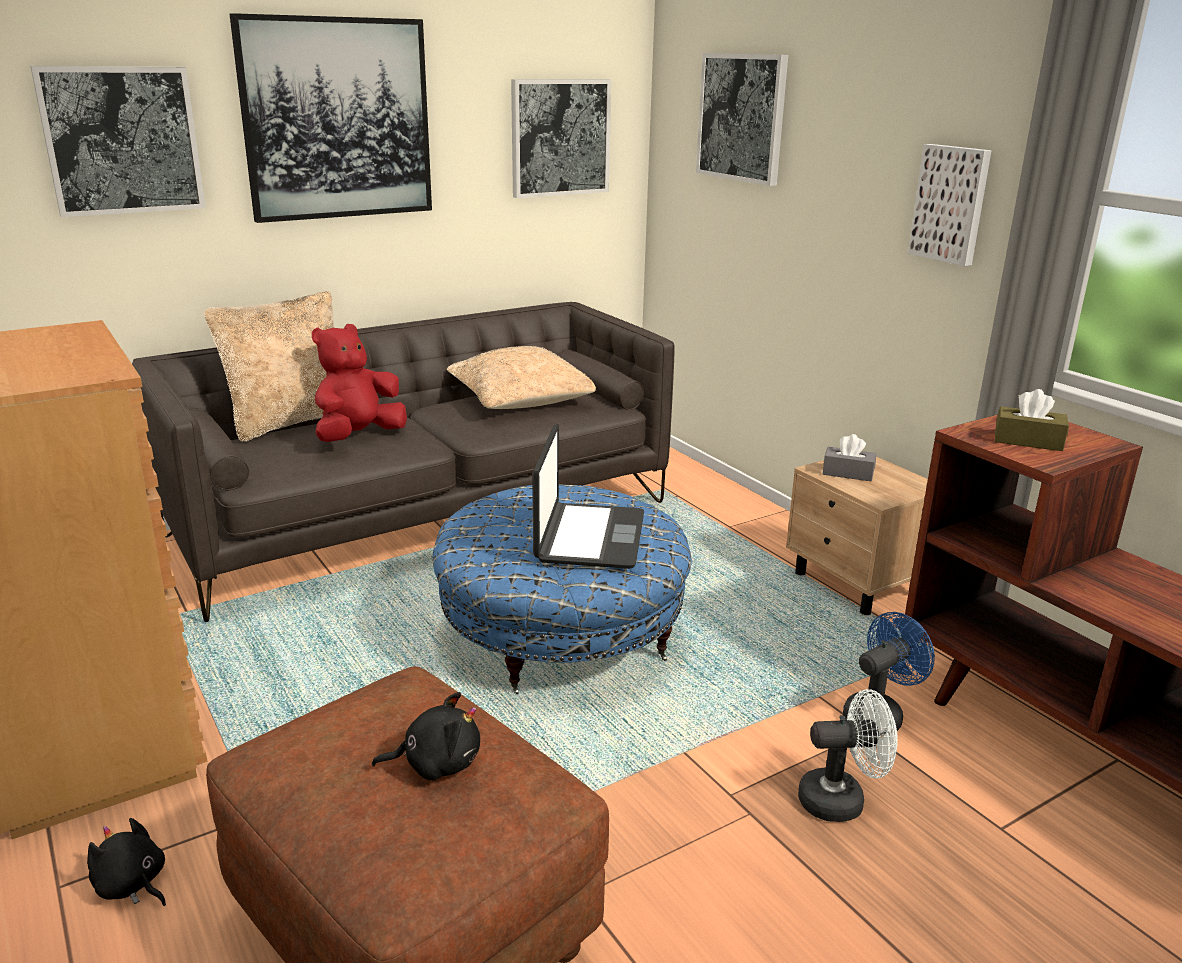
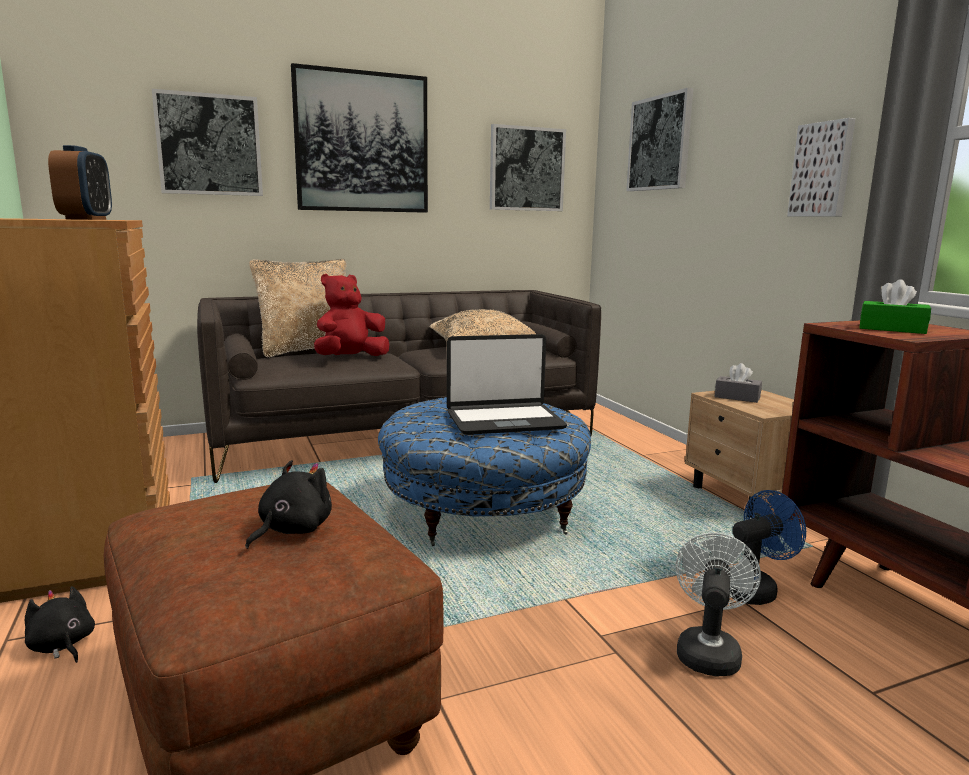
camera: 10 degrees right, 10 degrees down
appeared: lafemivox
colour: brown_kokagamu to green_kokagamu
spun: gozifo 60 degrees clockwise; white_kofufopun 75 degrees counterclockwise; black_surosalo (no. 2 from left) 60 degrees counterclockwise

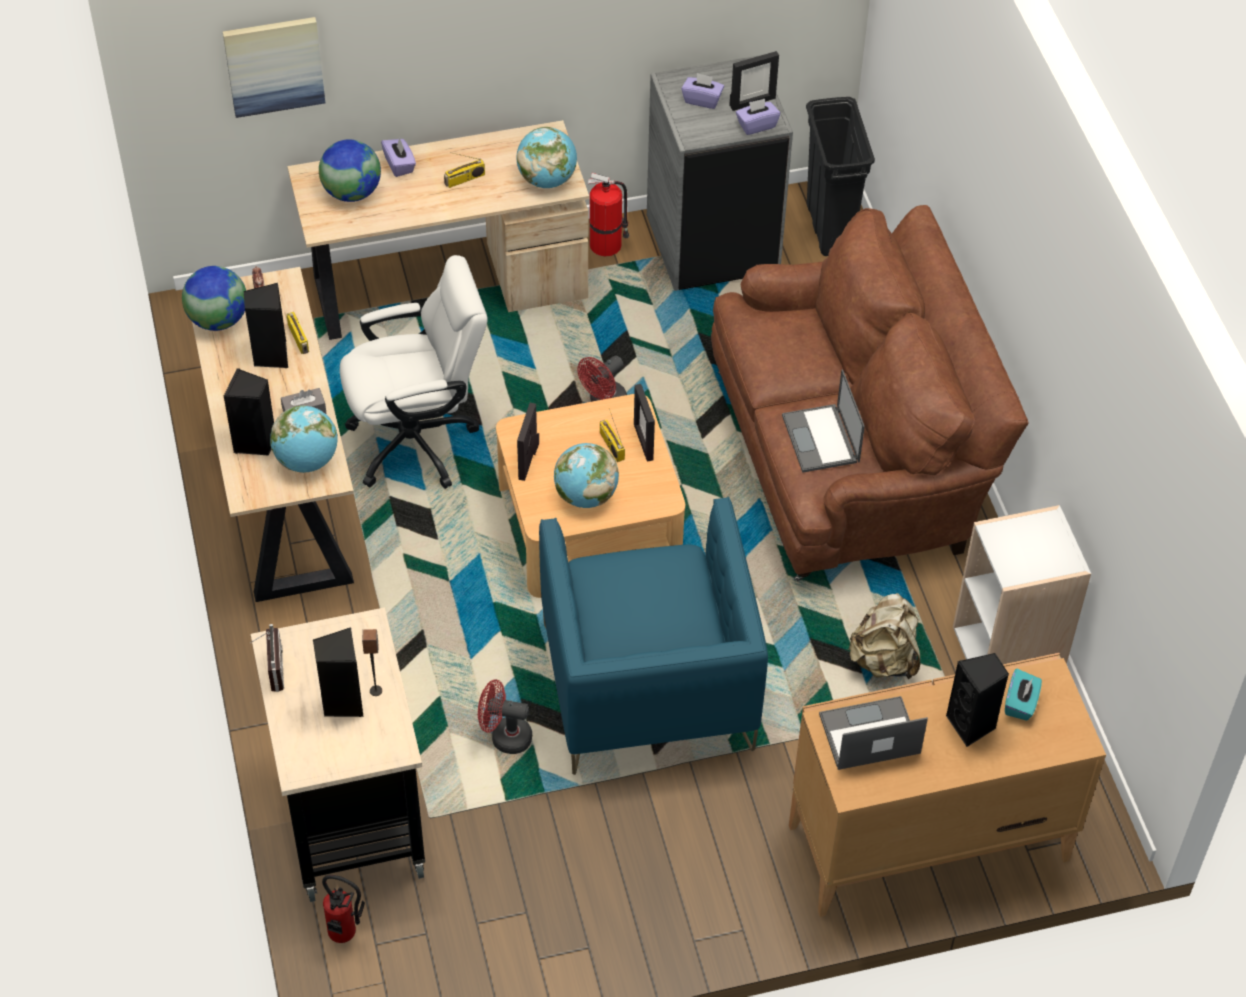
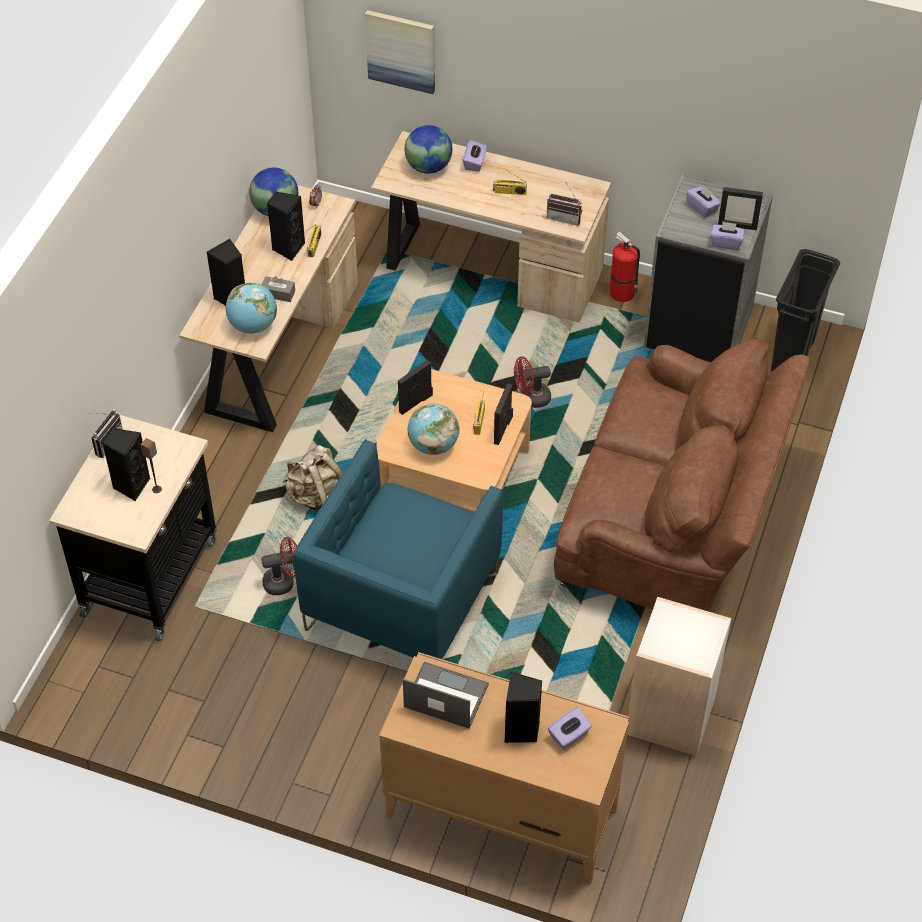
camera: 35 degrees right, 0 degrees up
missing: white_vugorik; gozifo (no. 1 from left); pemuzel (no. 1 from left)
relocated: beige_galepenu
exchanged: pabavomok (no. 4 from left) to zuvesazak (no. 5 from left)
colour: turquoise_kokagamu to purple_kokagamu (no. 2 from left)
spun: red_kofufopun (no. 1 from left) 120 degrees clockwise

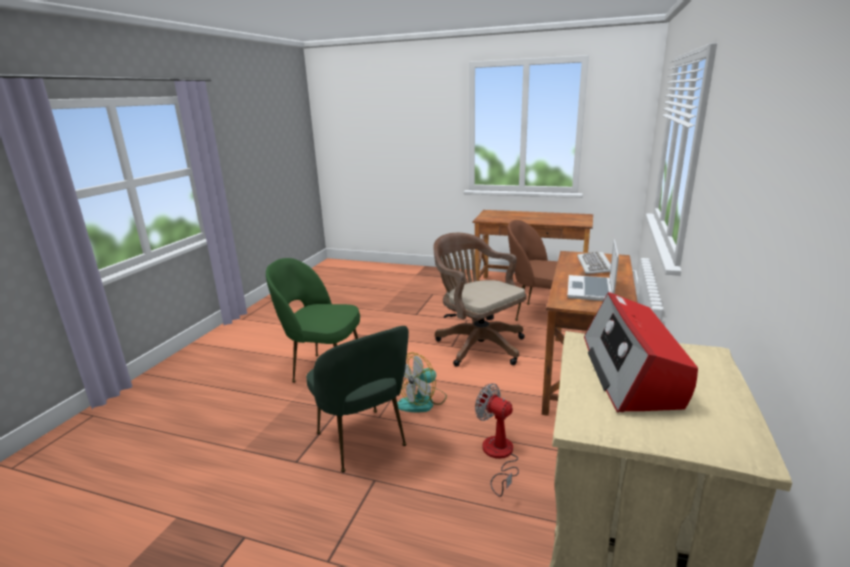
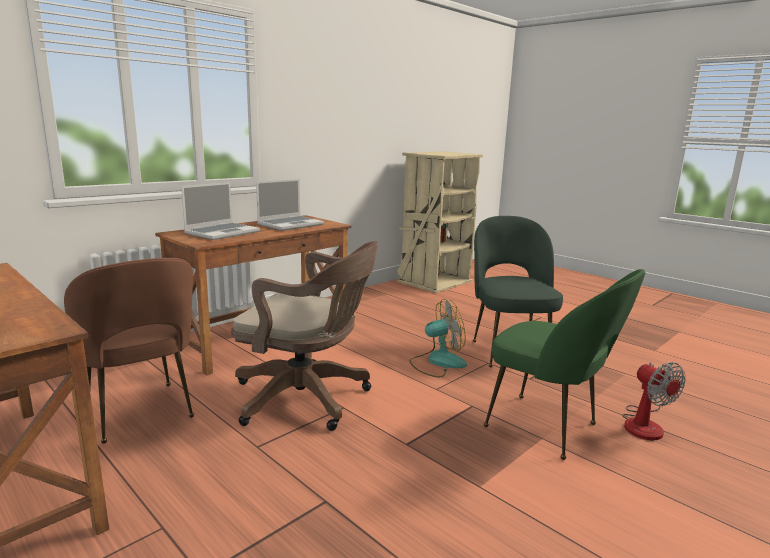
camera: 155 degrees left, 5 degrees down
missing: zuvesazak
relocated: kofufopun (no. 2 from left)
exchanged: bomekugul to gozifo (no. 1 from left)
spun: brown_vugorik 60 degrees counterclockwise

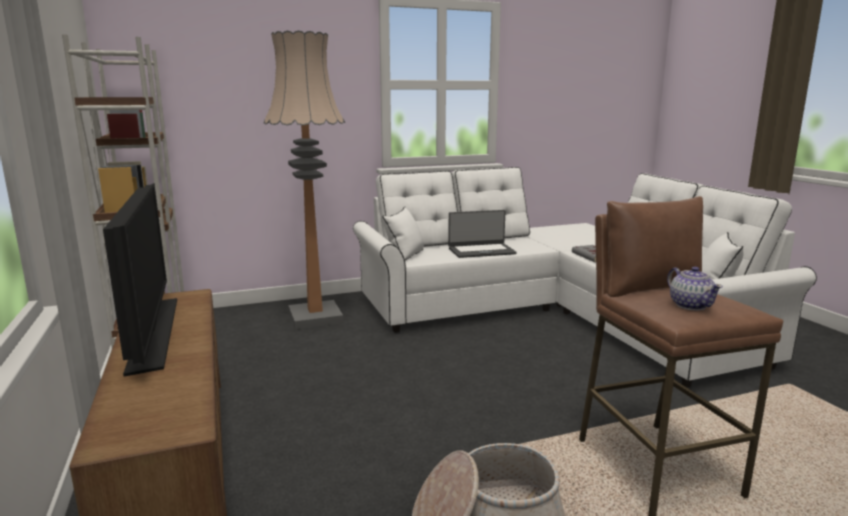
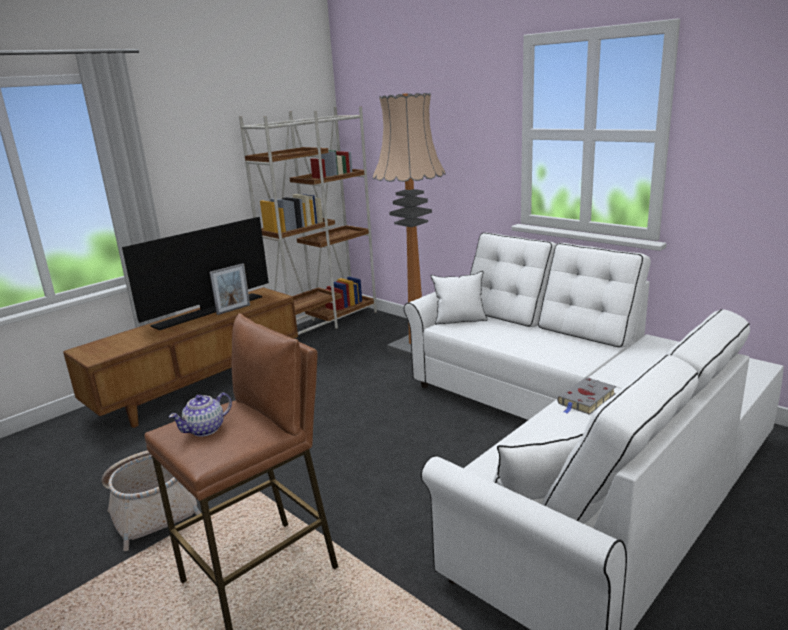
camera: 65 degrees right, 5 degrees up
missing: gozifo
appeared: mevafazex

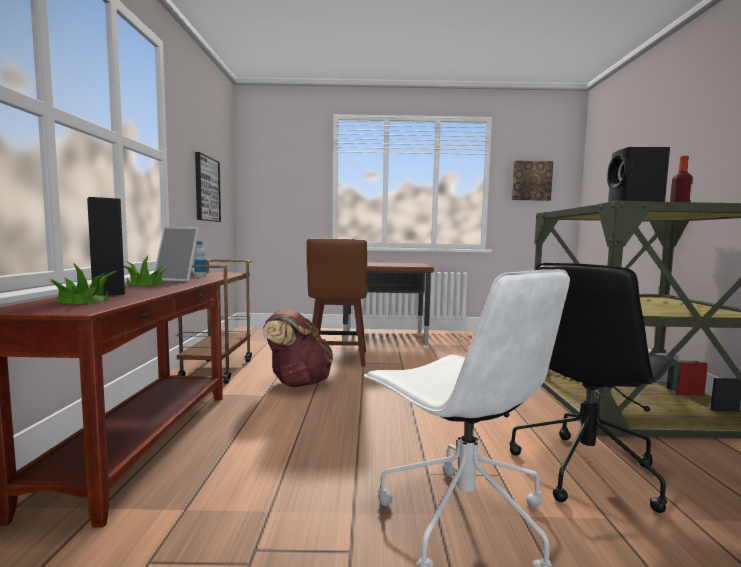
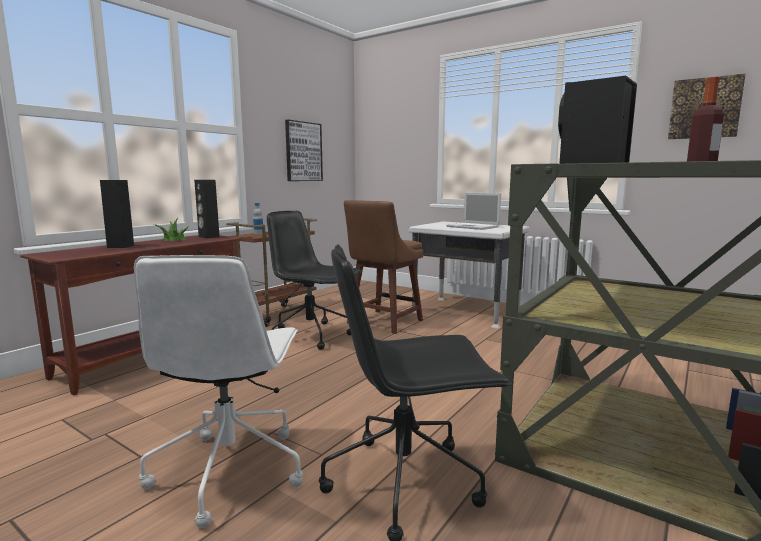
camera: 35 degrees right, 5 degrees up
missing: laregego (no. 1 from left)
appeared: gozifo
exchanged: mevafazex to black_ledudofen (no. 2 from left); brown_galepenu to black_vugorik (no. 1 from left)
colour: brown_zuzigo to white_zuzigo

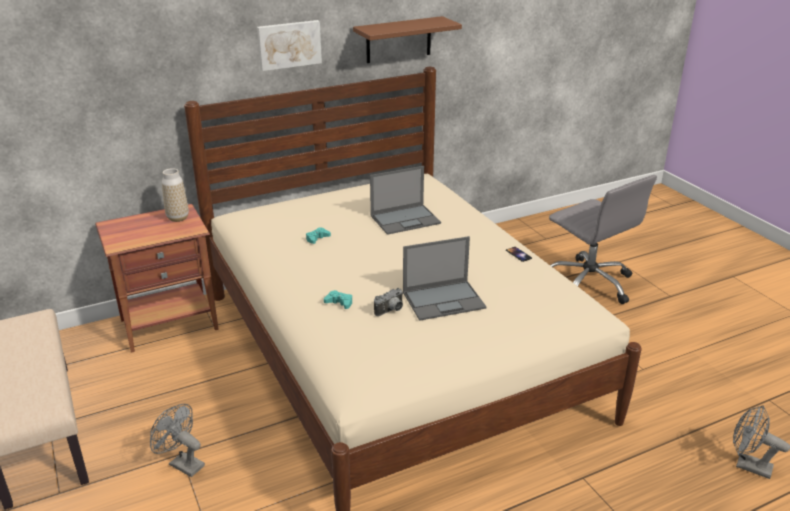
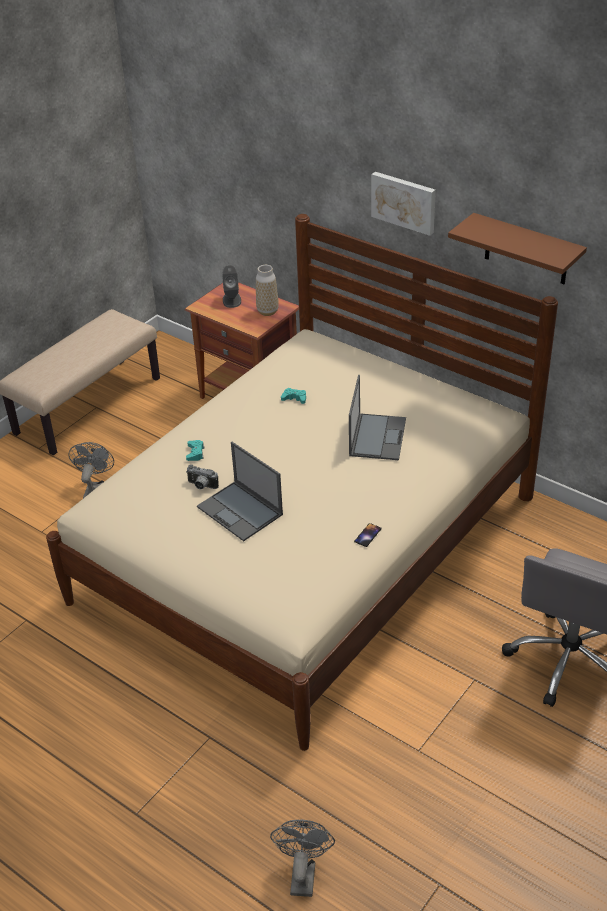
camera: 65 degrees right, 10 degrees up
appeared: grey_ledudofen
spun: gozifo (no. 1 from left in the first image) 120 degrees counterclockwise

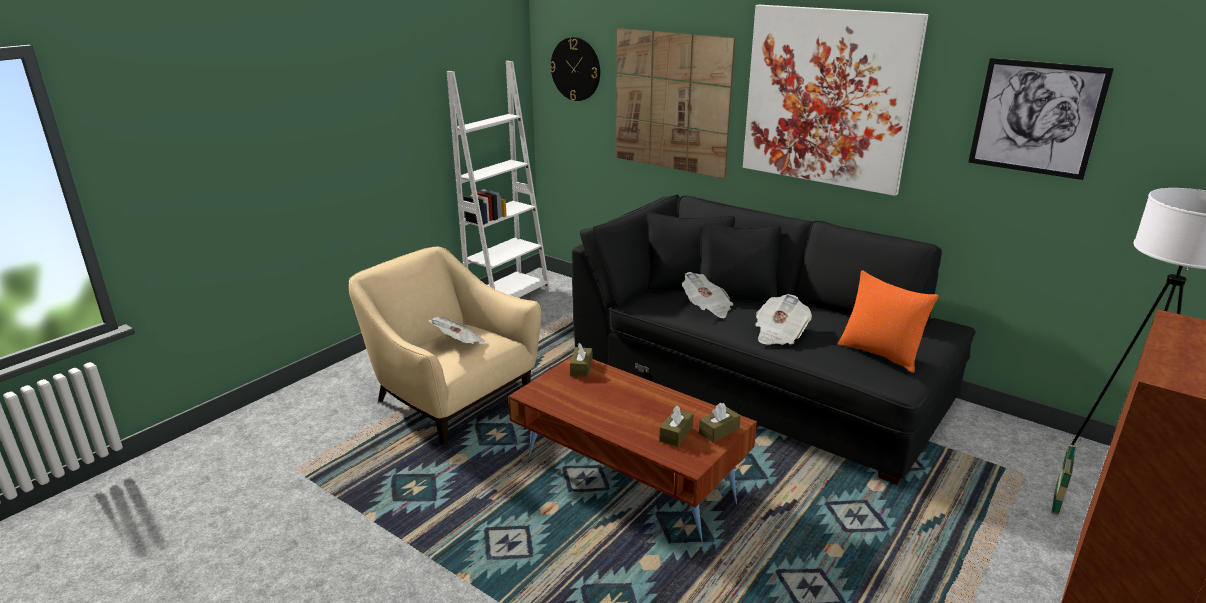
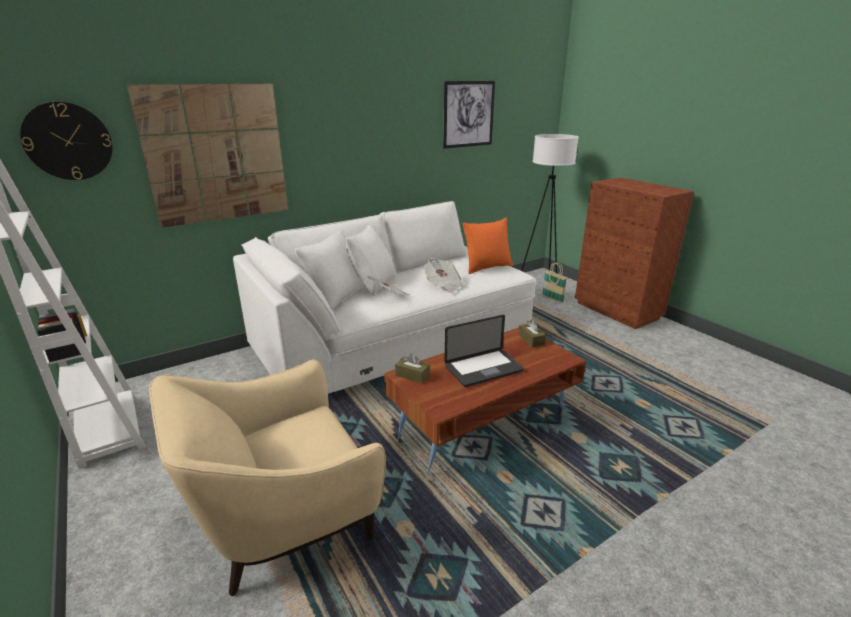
camera: 70 degrees left, 0 degrees up
missing: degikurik (no. 2 from left); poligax (no. 1 from left); brown_kokagamu (no. 2 from left)
appeared: gozifo
colour: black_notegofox to white_notegofox

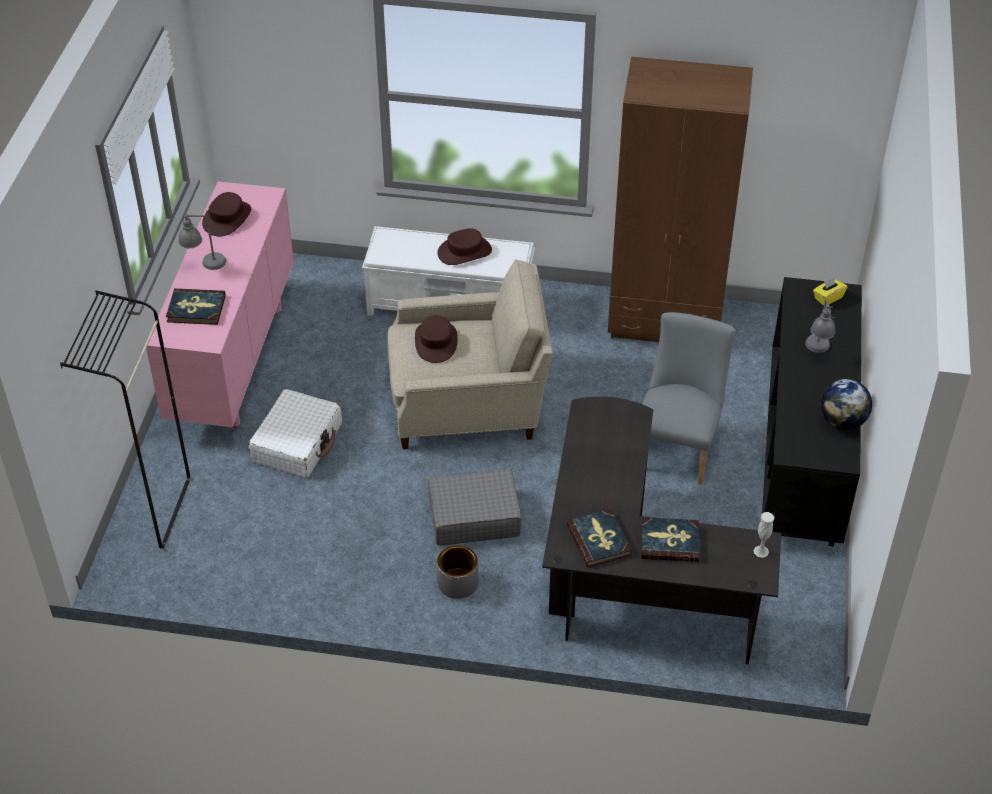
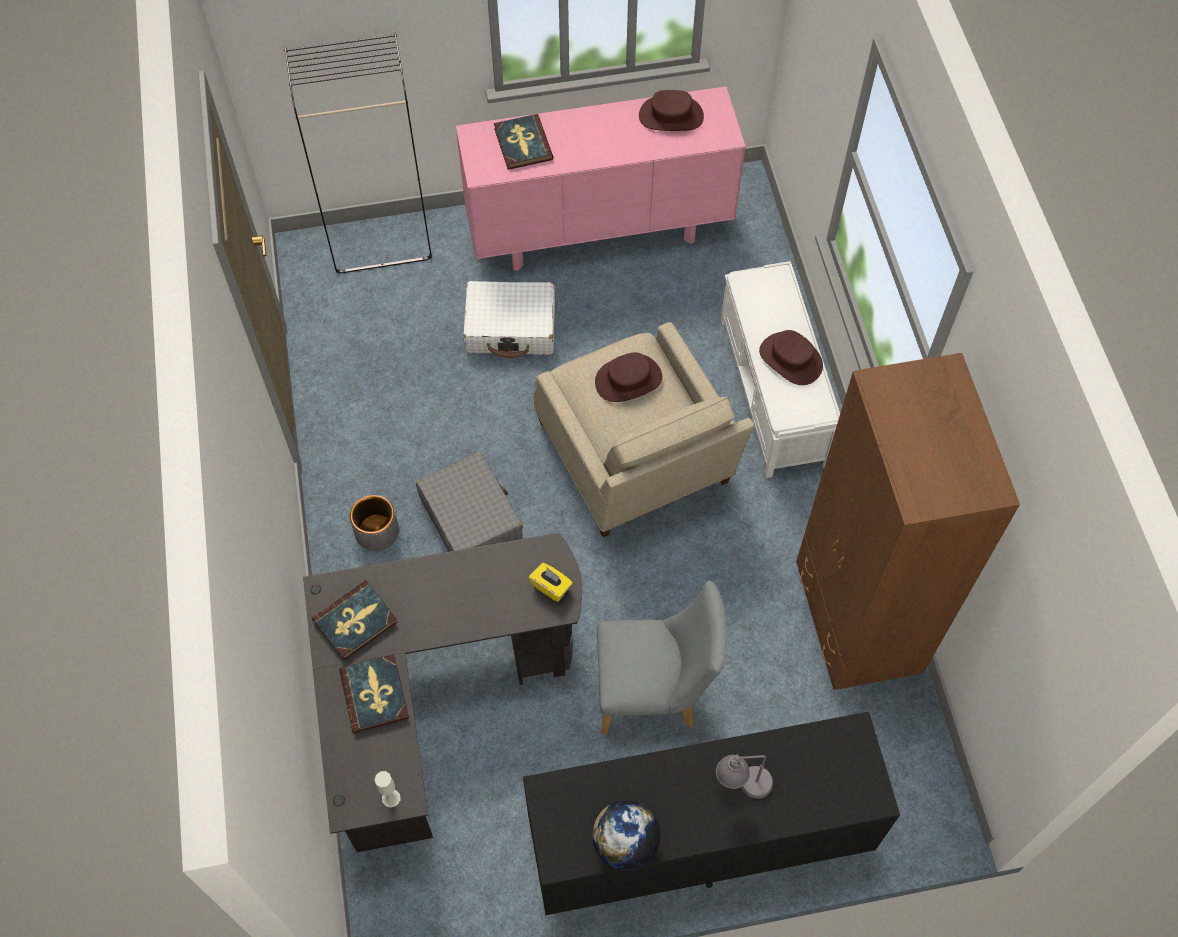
camera: 70 degrees right, 15 degrees up
missing: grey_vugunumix (no. 1 from left)
relocated: yellow_kokagamu

